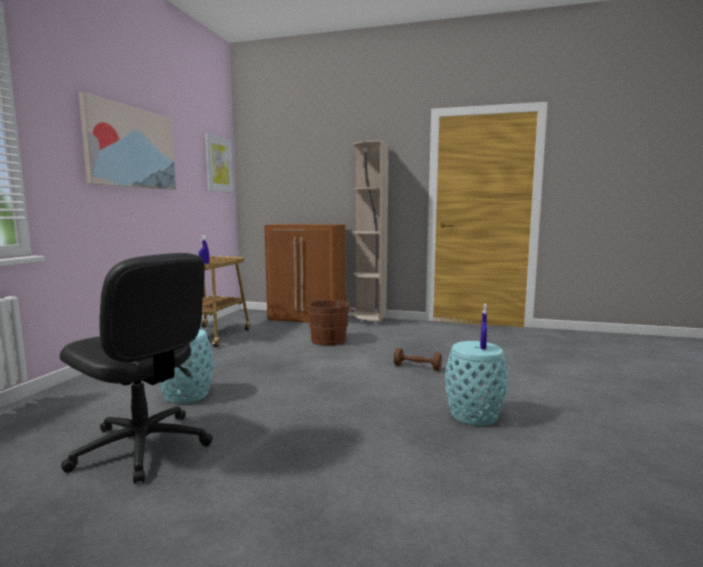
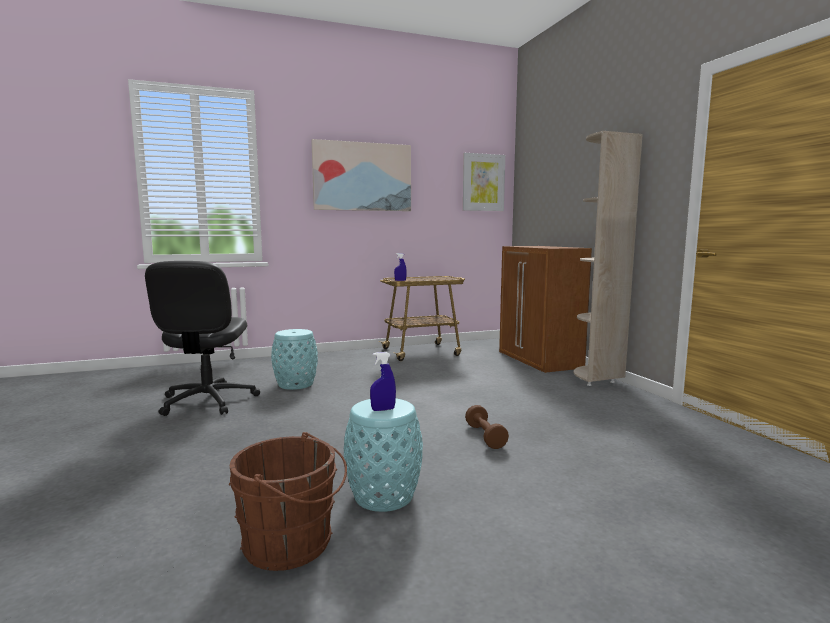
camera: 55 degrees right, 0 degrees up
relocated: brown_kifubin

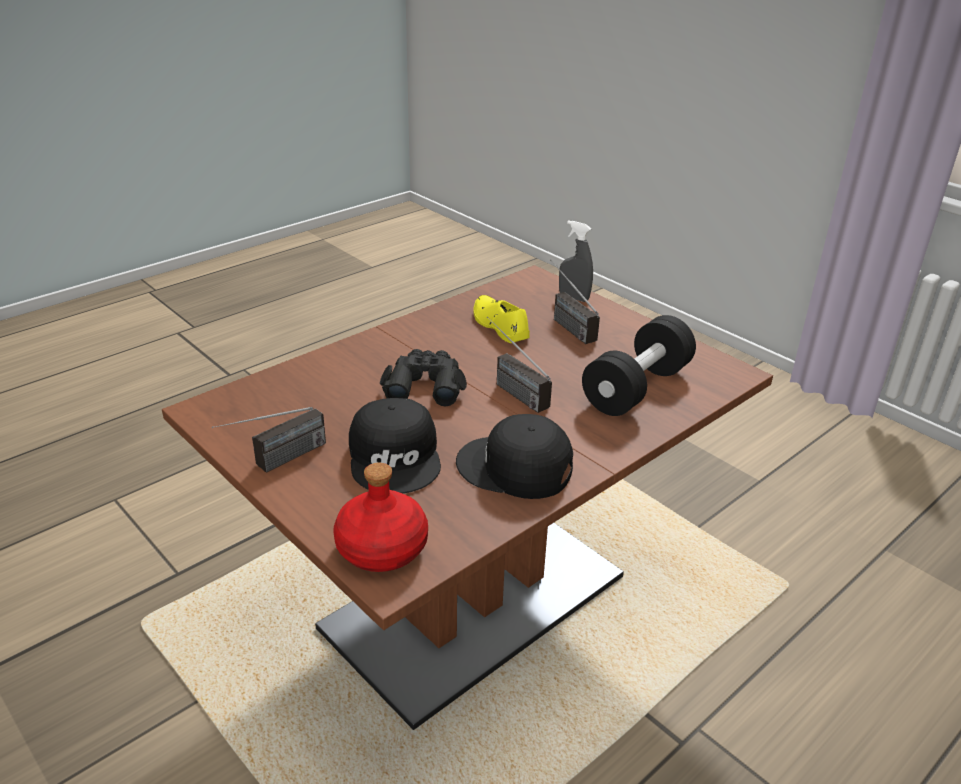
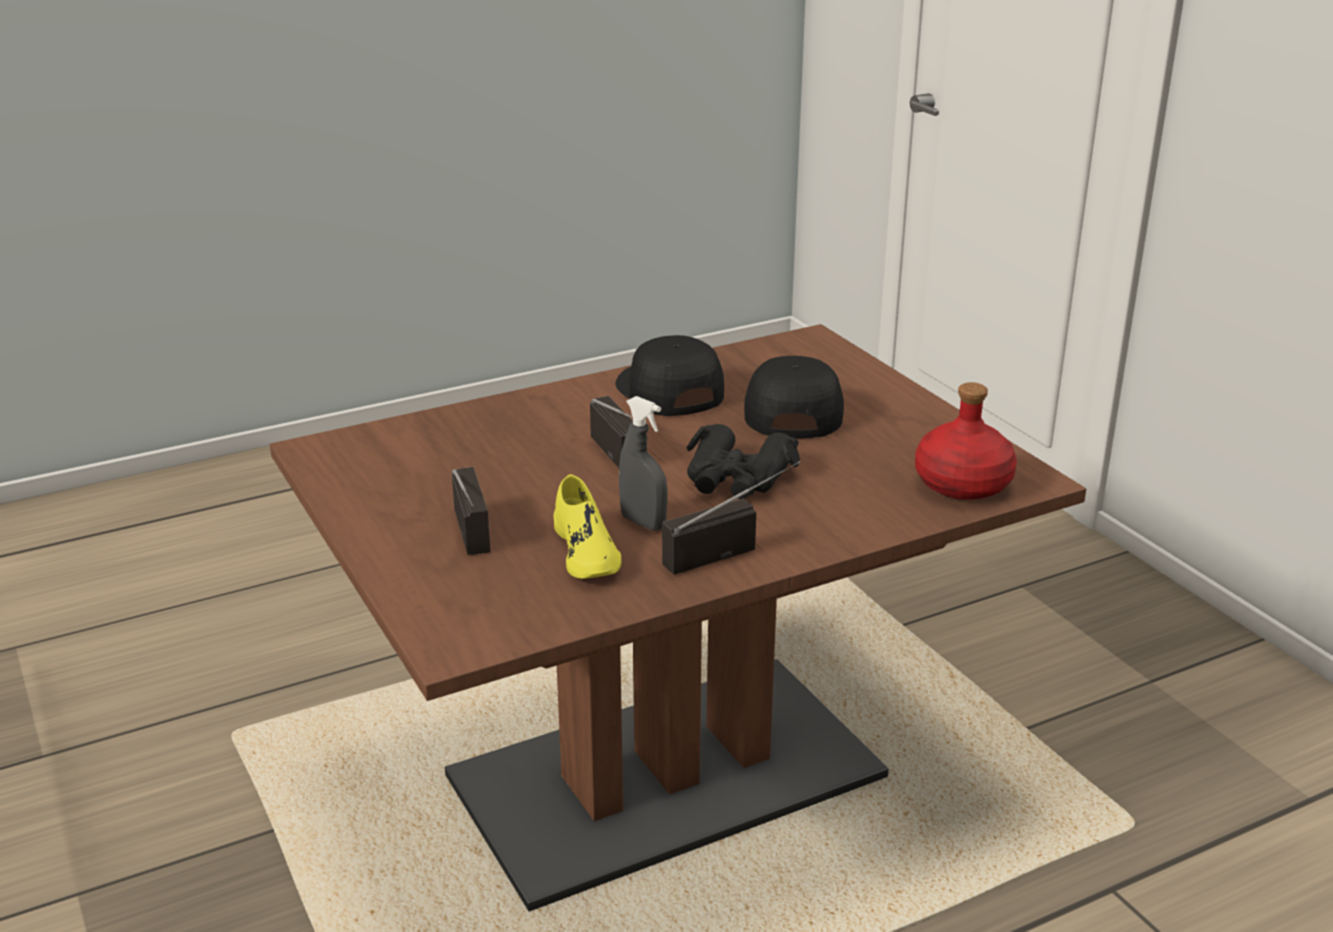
camera: 165 degrees left, 5 degrees down
missing: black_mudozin
relocated: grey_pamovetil; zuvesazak (no. 1 from left in the first image) to zuvesazak (no. 3 from left); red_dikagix
spun: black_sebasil (no. 2 from left in the first image) 150 degrees counterclockwise

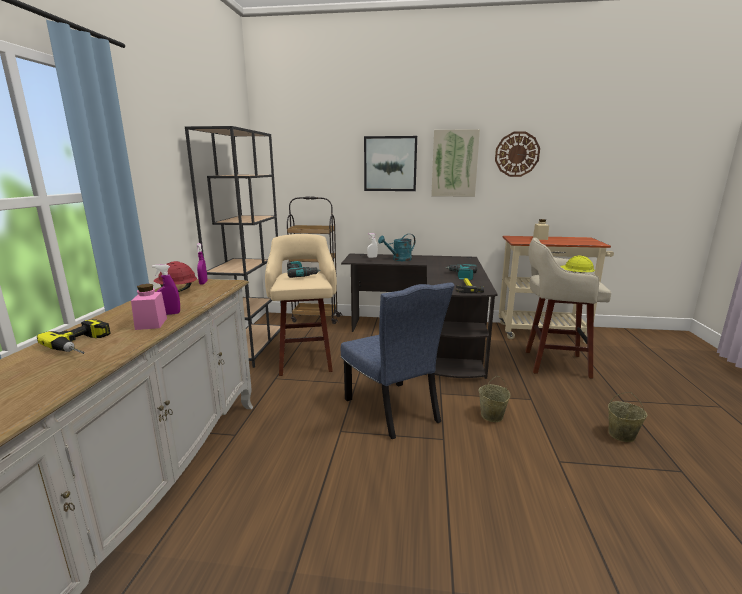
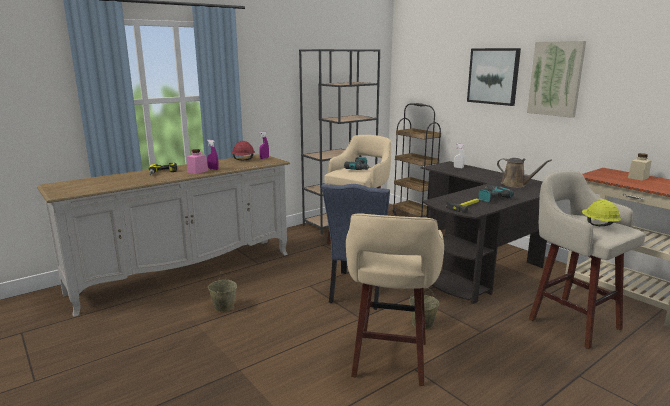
camera: 45 degrees right, 0 degrees up
missing: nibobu; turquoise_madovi
appeared: brown_madovi; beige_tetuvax (no. 2 from left)
relocated: beige_kifubin (no. 2 from left in the first image) to beige_kifubin (no. 1 from left)

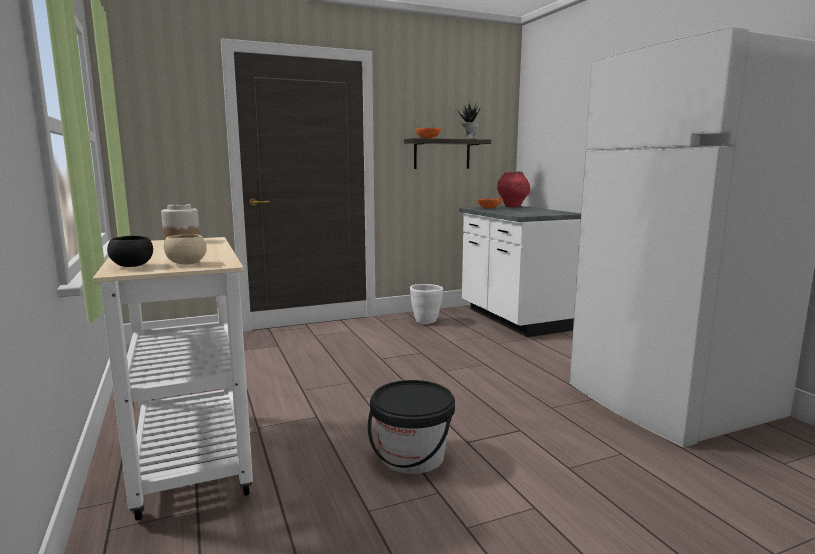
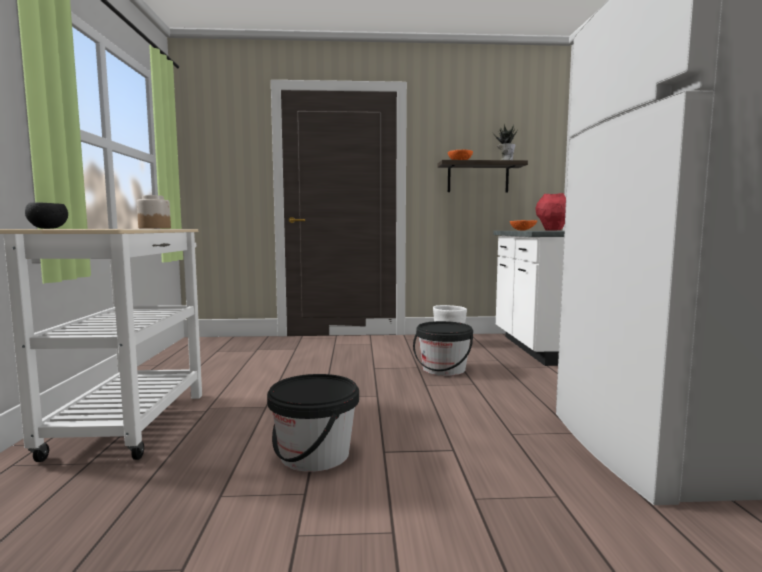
camera: 20 degrees right, 5 degrees down
missing: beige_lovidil
appeared: black_kifubin (no. 2 from left)

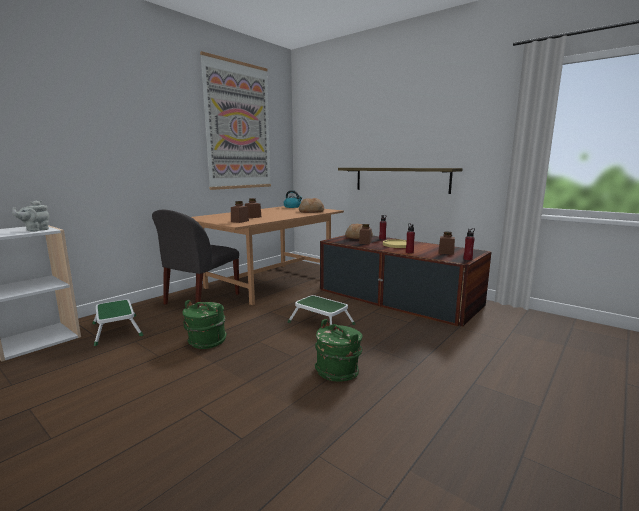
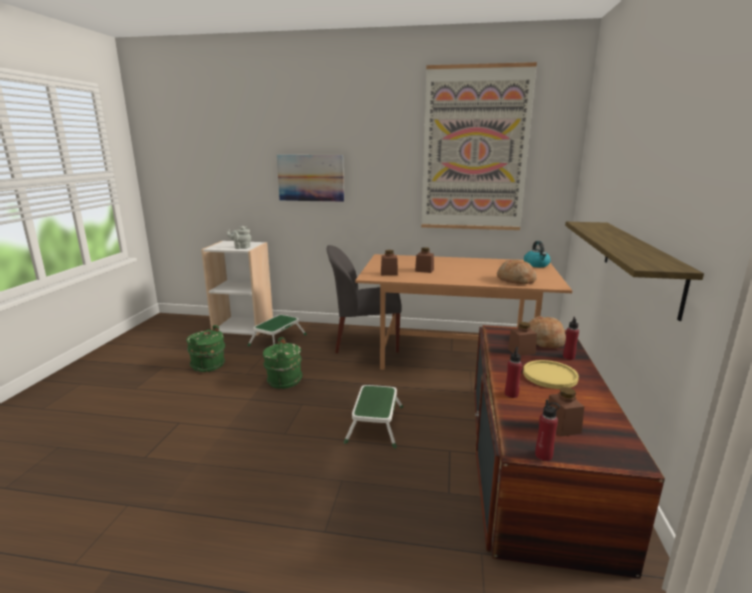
camera: 60 degrees right, 5 degrees up
appeared: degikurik (no. 1 from left)
relocated: green_kifubin (no. 2 from left in the first image) to green_kifubin (no. 1 from left)

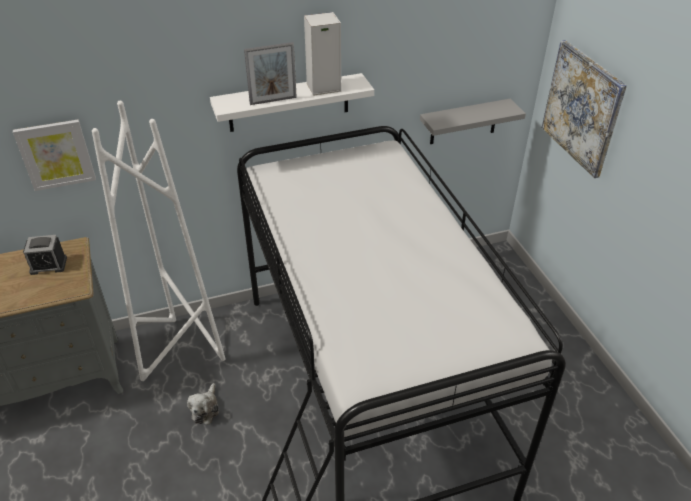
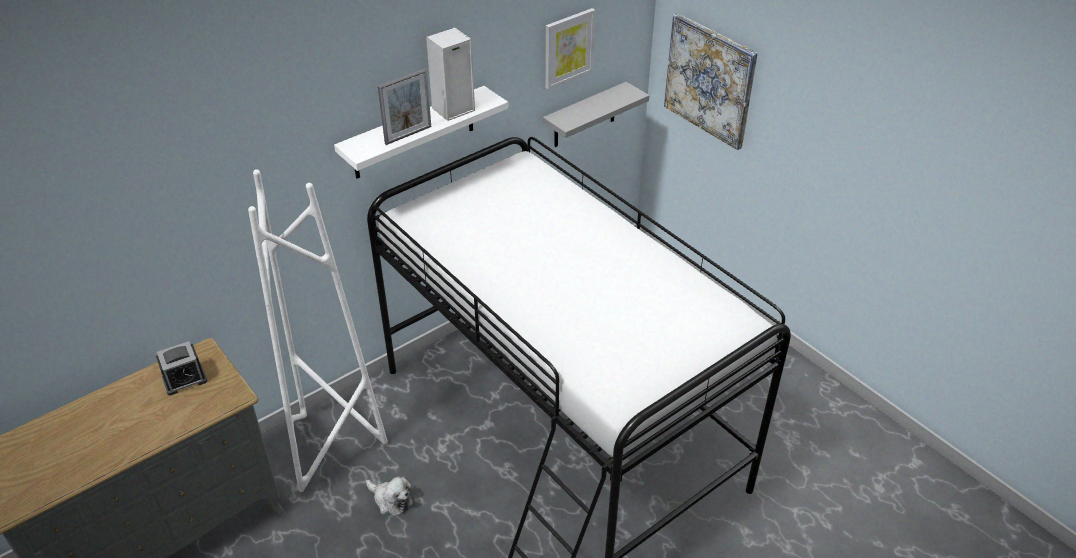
camera: 20 degrees left, 0 degrees up
relocated: degikurik (no. 1 from left)
spun: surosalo 45 degrees counterclockwise

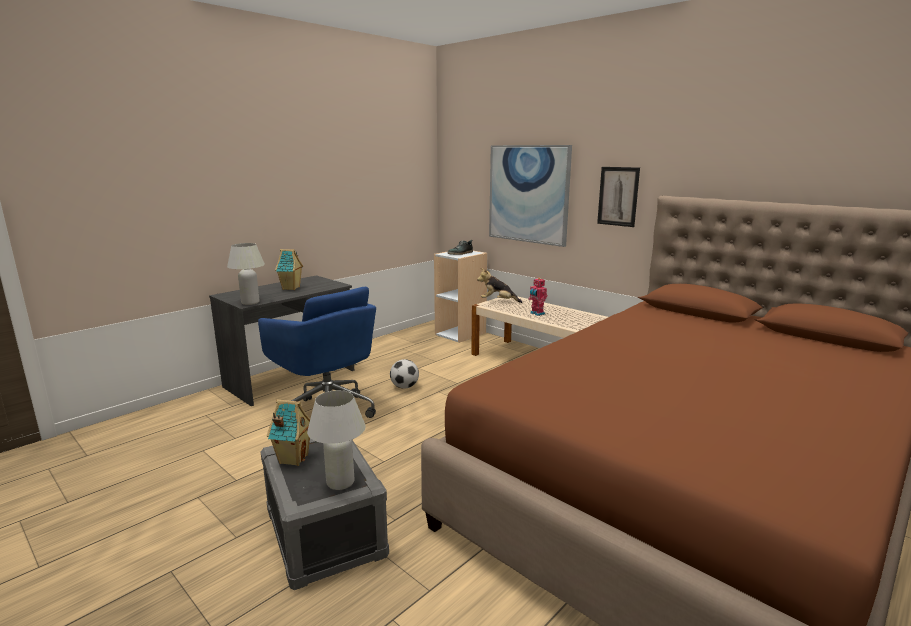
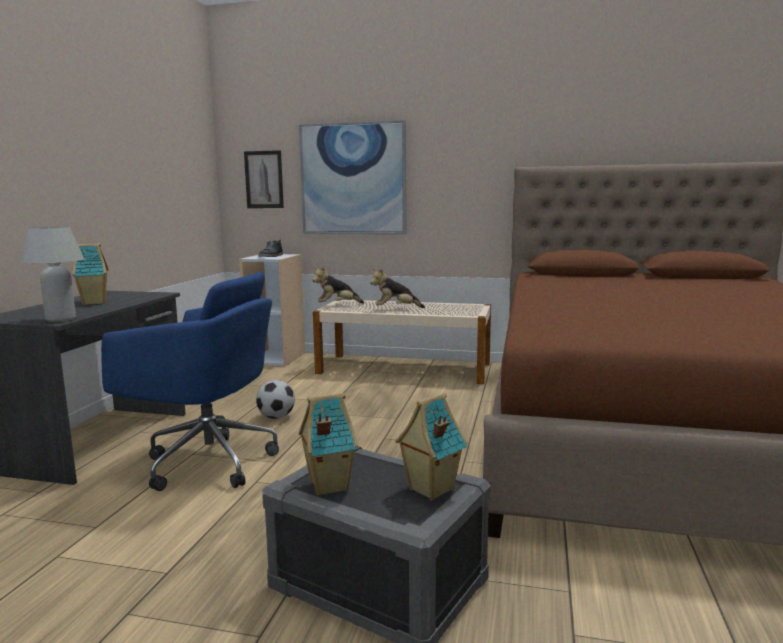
camera: 30 degrees left, 5 degrees down
relocated: degikurik (no. 2 from left in the first image) to degikurik (no. 1 from left)
exchanged: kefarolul to surosalo (no. 2 from left); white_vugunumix (no. 2 from left) to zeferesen (no. 3 from left)

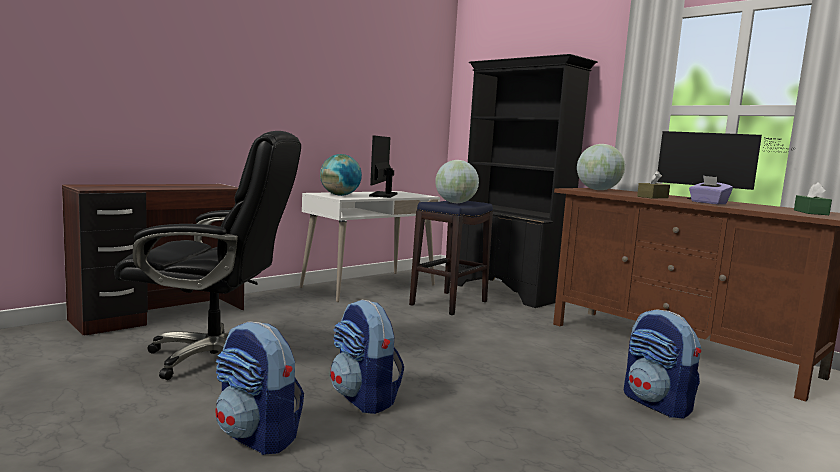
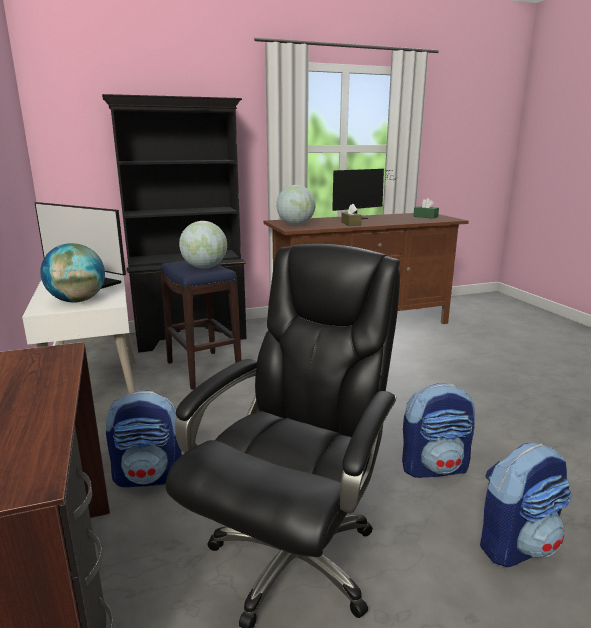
camera: 65 degrees left, 10 degrees up
missing: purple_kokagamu
relocated: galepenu (no. 3 from left in the first image) to galepenu (no. 1 from left)

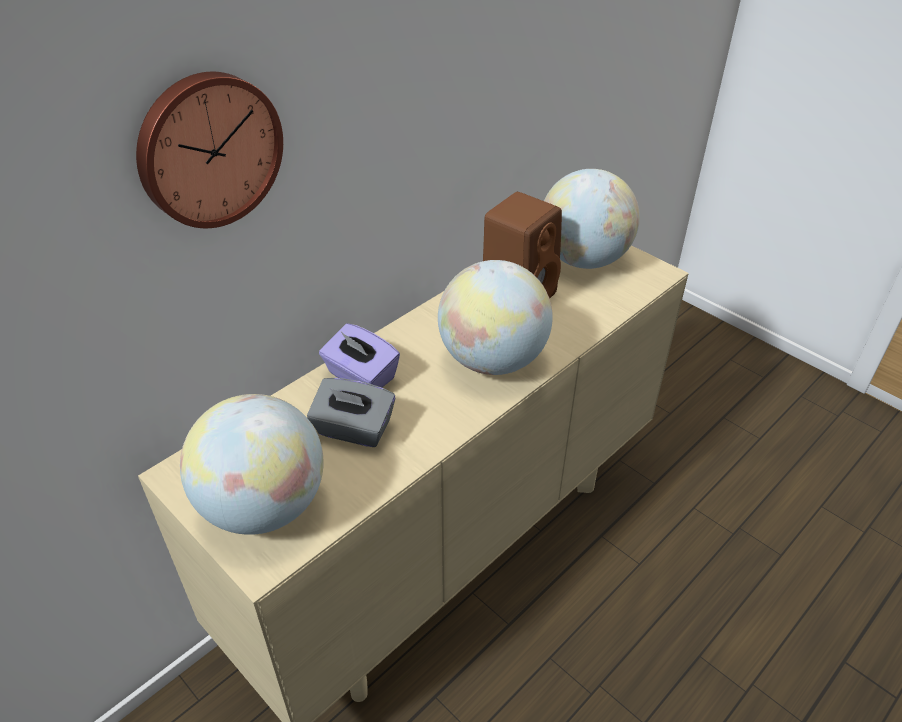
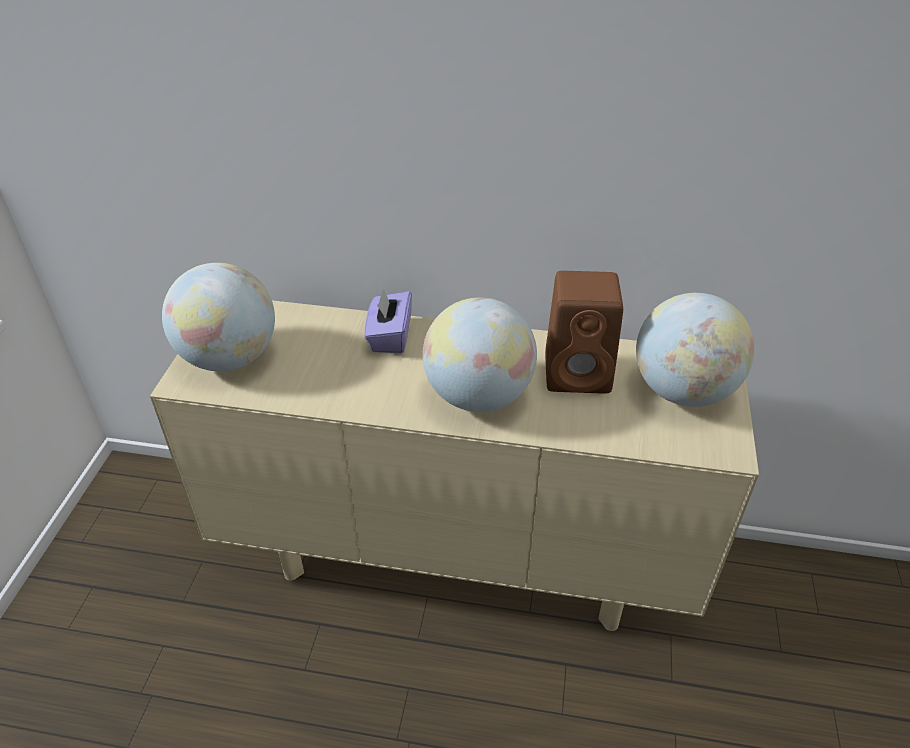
camera: 55 degrees right, 0 degrees up
missing: nibobu; grey_kokagamu

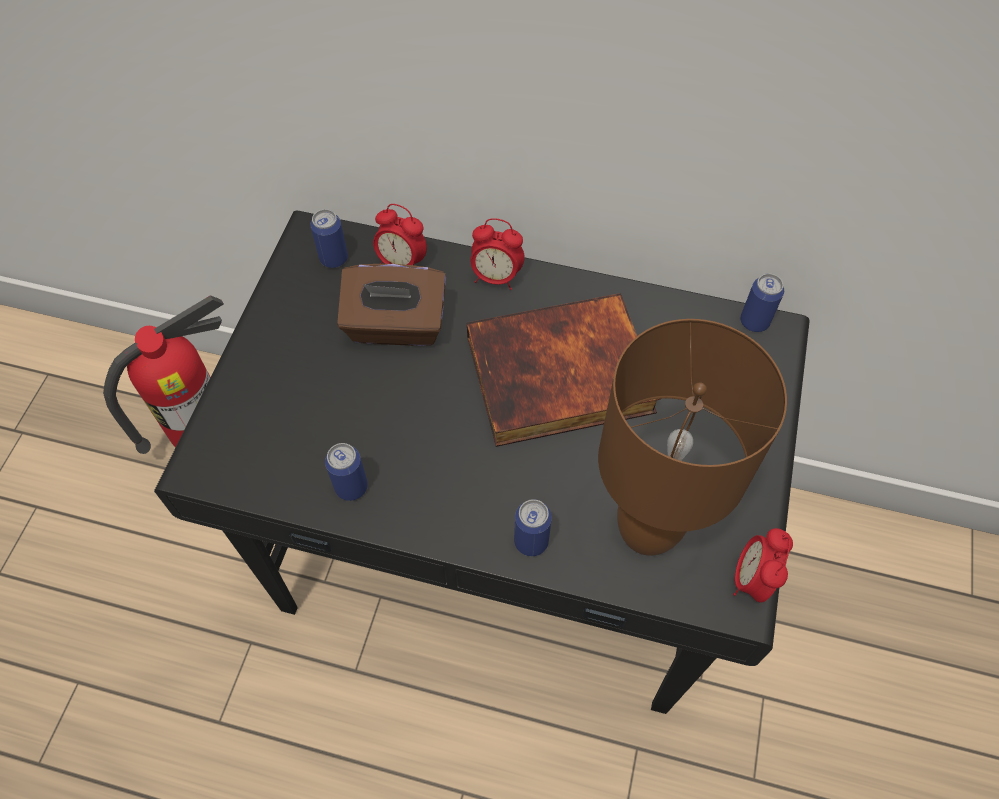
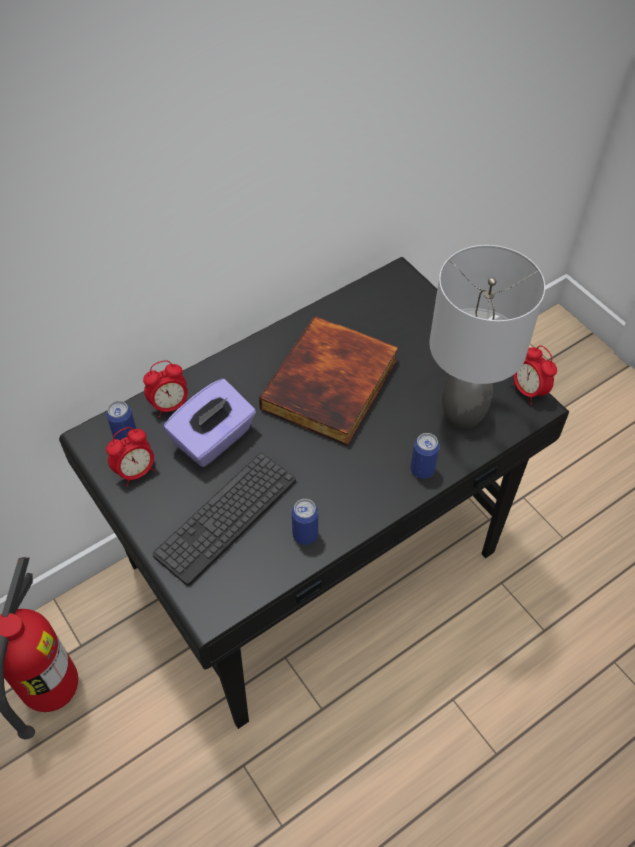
camera: 50 degrees left, 5 degrees down
missing: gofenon (no. 4 from left)
appeared: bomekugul
relocated: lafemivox (no. 2 from left in the first image) to lafemivox (no. 1 from left)
colour: brown_kokagamu to purple_kokagamu; brown_vugunumix to grey_vugunumix

